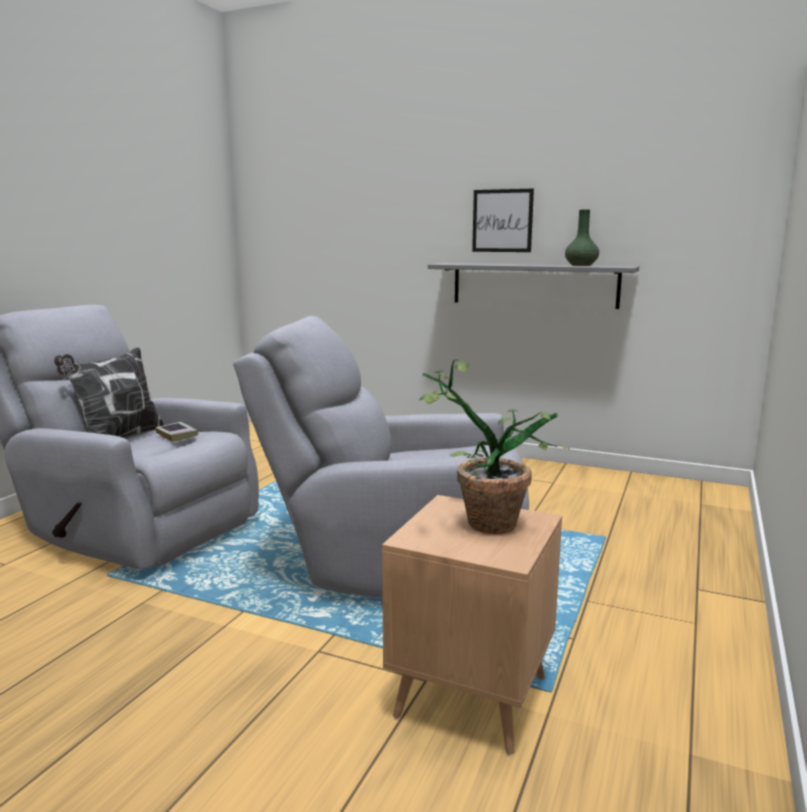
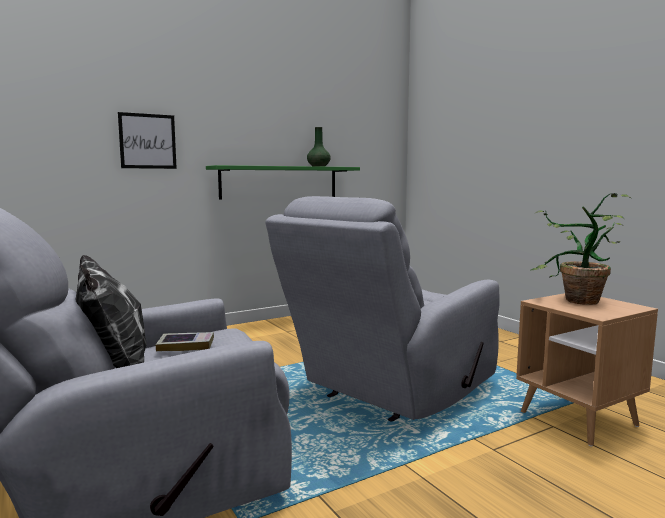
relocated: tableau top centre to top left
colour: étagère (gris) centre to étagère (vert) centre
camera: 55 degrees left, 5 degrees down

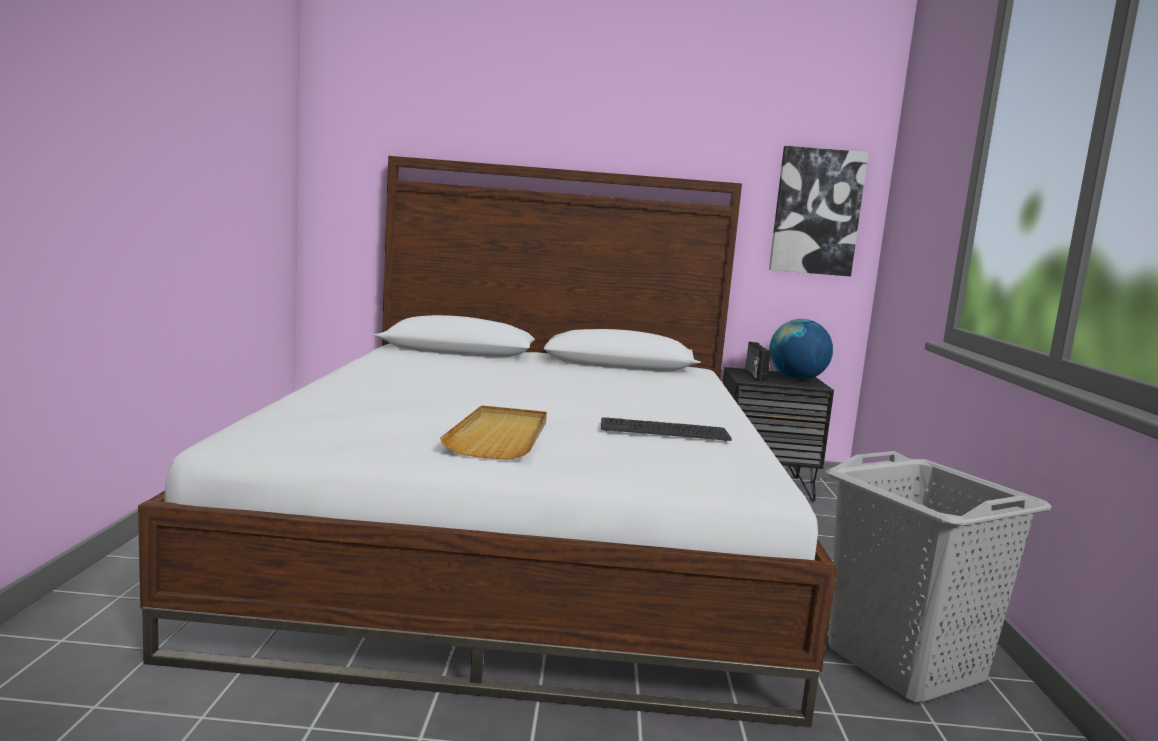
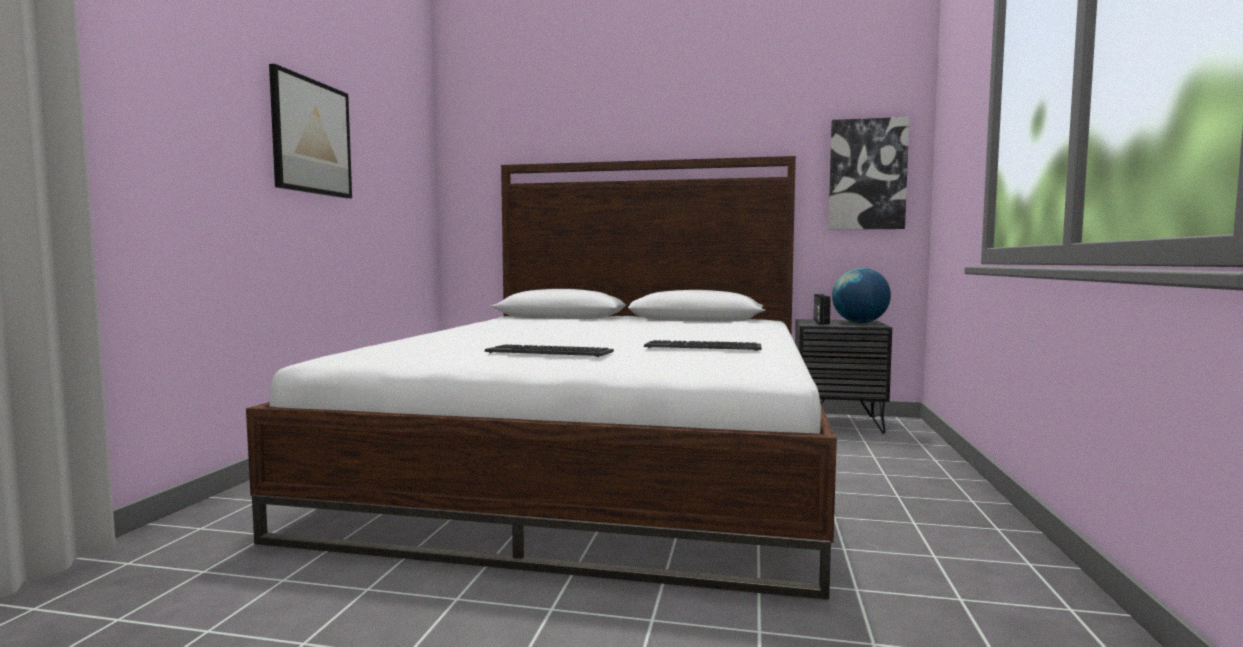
missing: panier à linge (gris) bottom right
appeared: tableau (no. 1 from left) top left
exchanged: plateau (beige) centre to clavier (no. 1 from left) centre
camera: 10 degrees right, 5 degrees down

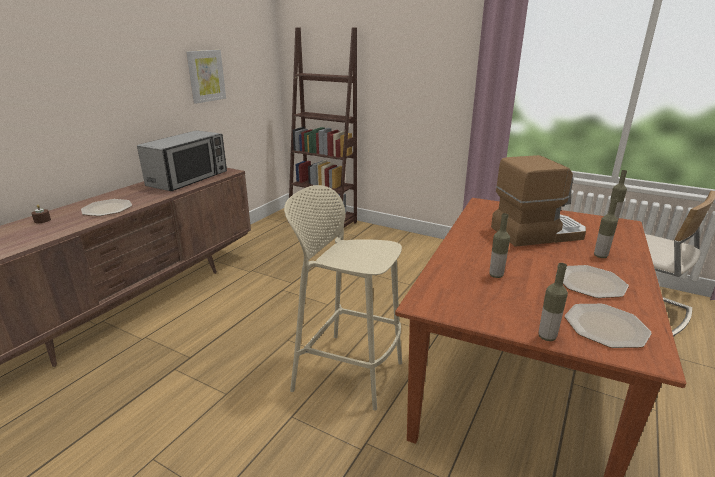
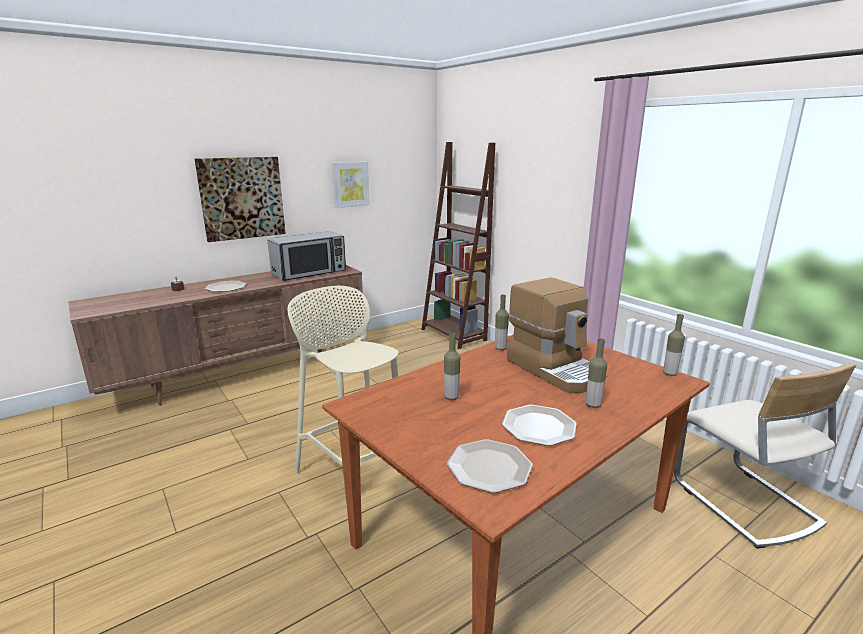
appeared: tableau (no. 1 from left) top left
relocated: bouteille (no. 2 from left) middle right to centre
spun: machine à café middle right = centre 45 degrees clockwise
camera: 25 degrees right, 5 degrees down

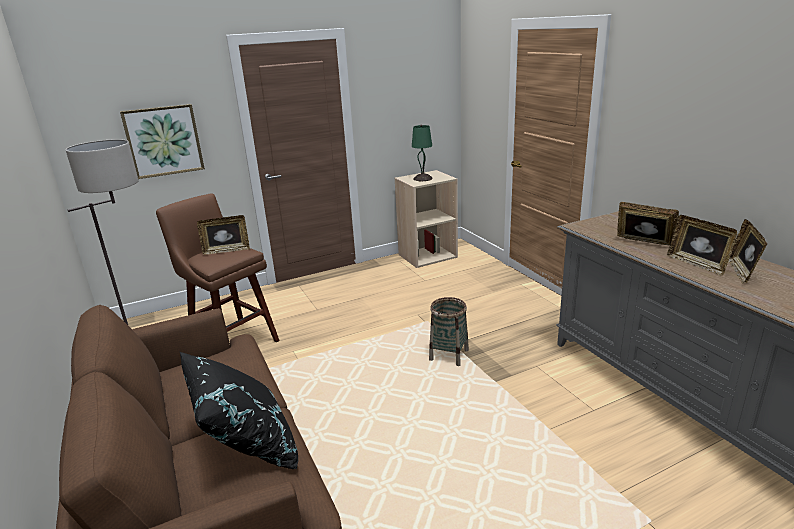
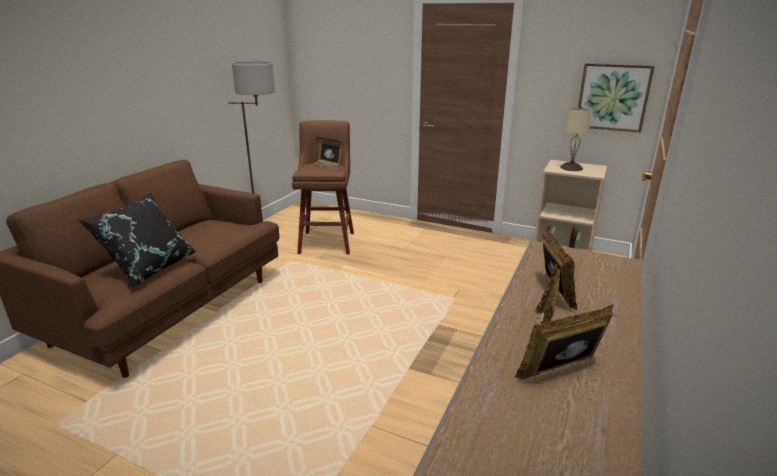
missing: panier centre
relocated: tableau top left to top right
colour: lampe de table (vert) top centre to lampe de table (beige) top right
camera: 50 degrees right, 0 degrees up

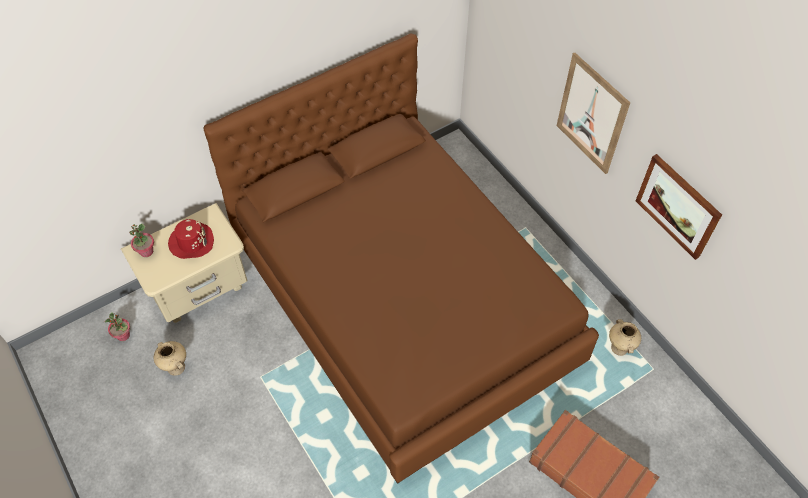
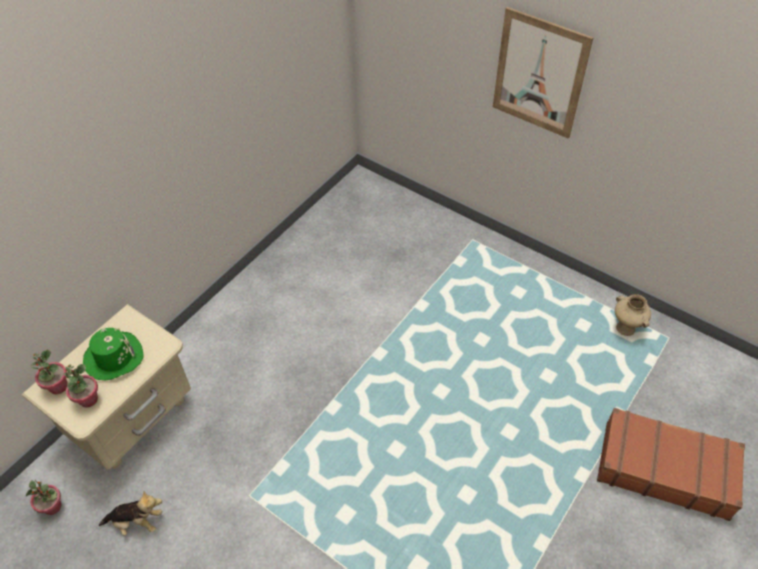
missing: lit (marron) centre; tableau (no. 2 from left) middle right
appeared: plante en pot (no. 3 from left) bottom left
exchanged: vase (beige) (no. 1 from left) bottom left to peluche bottom left
colour: chapeau (rouge) middle left to chapeau (vert) middle left
camera: 20 degrees left, 5 degrees down

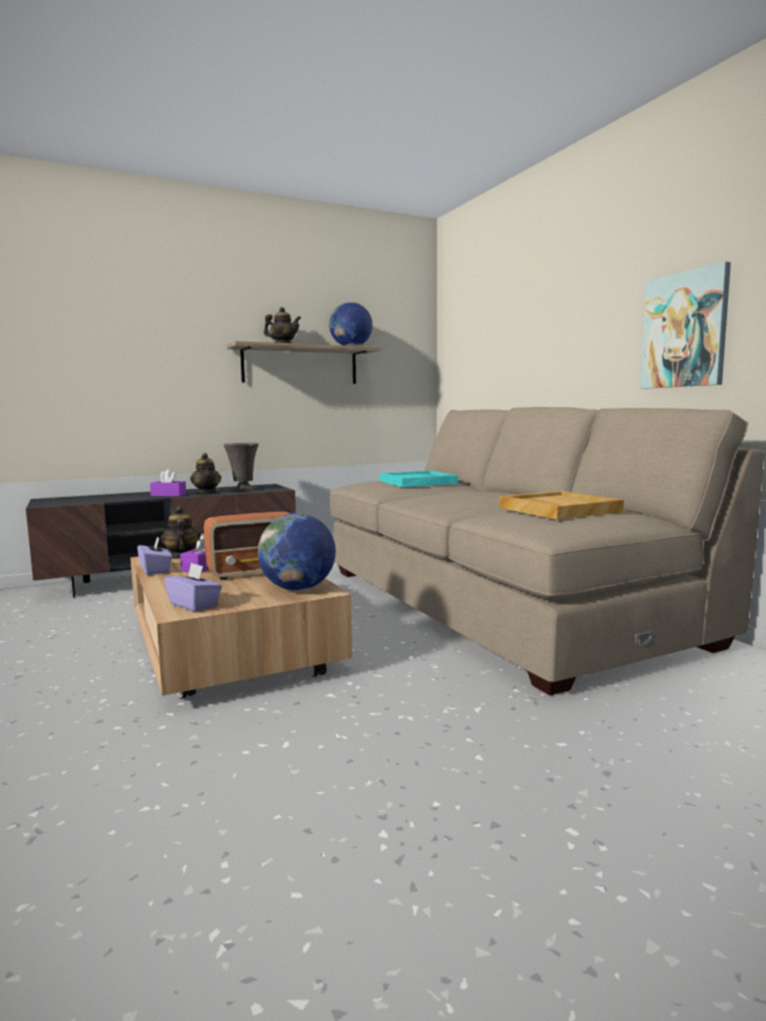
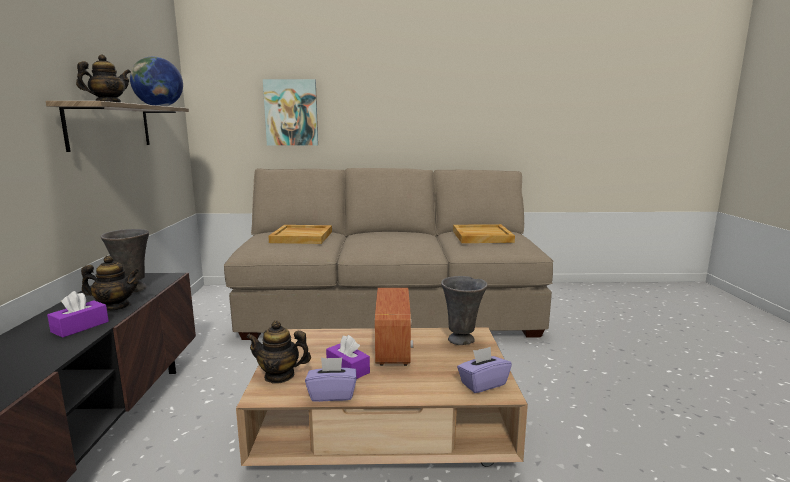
relocated: tableau top right to top centre
exchanged: globe (no. 1 from left) centre to vase (gris) (no. 2 from left) centre
colour: plateau (turquoise) centre to plateau (beige) (no. 1 from left) centre
camera: 65 degrees left, 5 degrees up

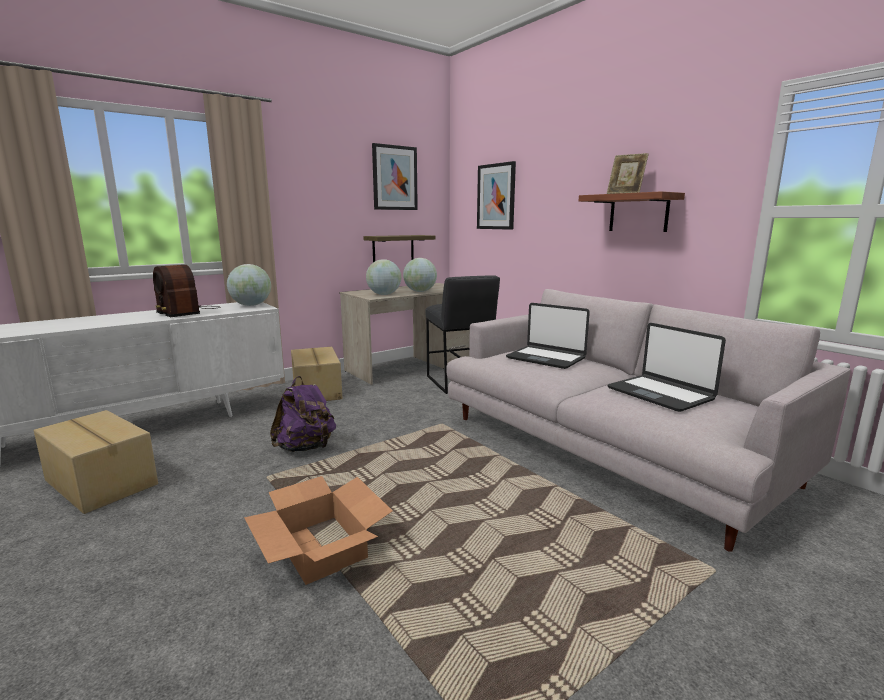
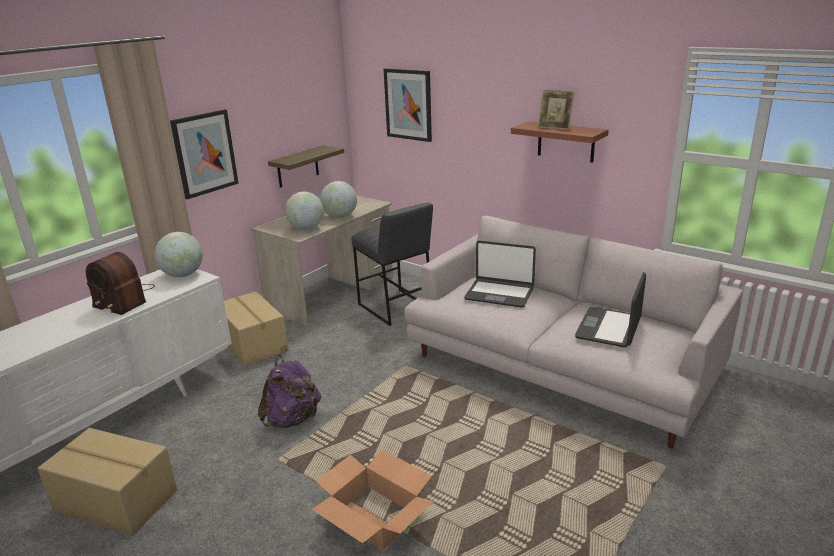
relocated: tableau (no. 1 from left) top centre to top left
spun: ordinateur portable (no. 2 from left) middle right = middle right 75 degrees clockwise
camera: 15 degrees left, 10 degrees up

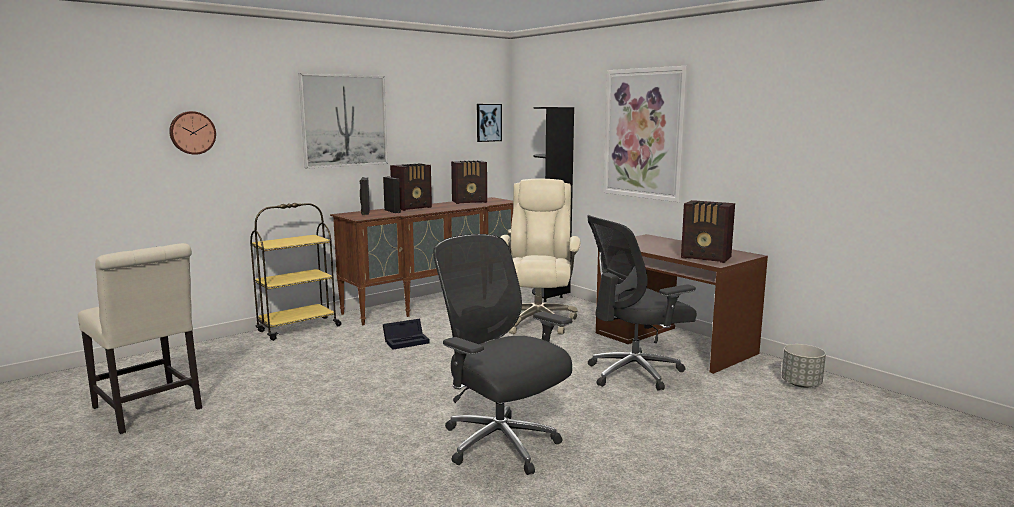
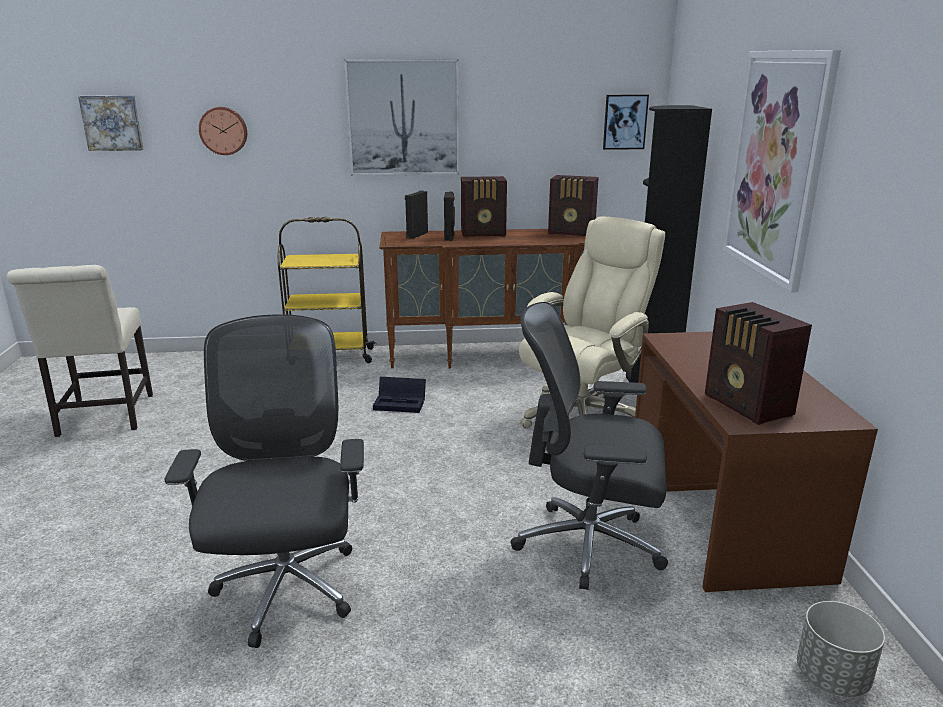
appeared: tableau (no. 1 from left) top left
camera: 35 degrees right, 10 degrees up

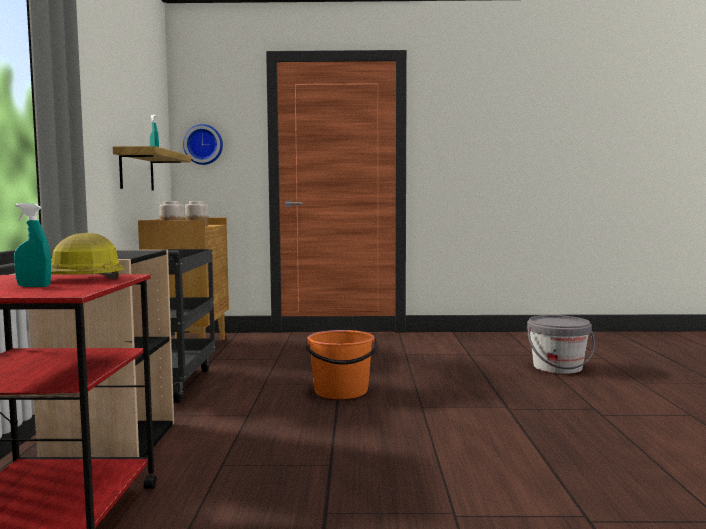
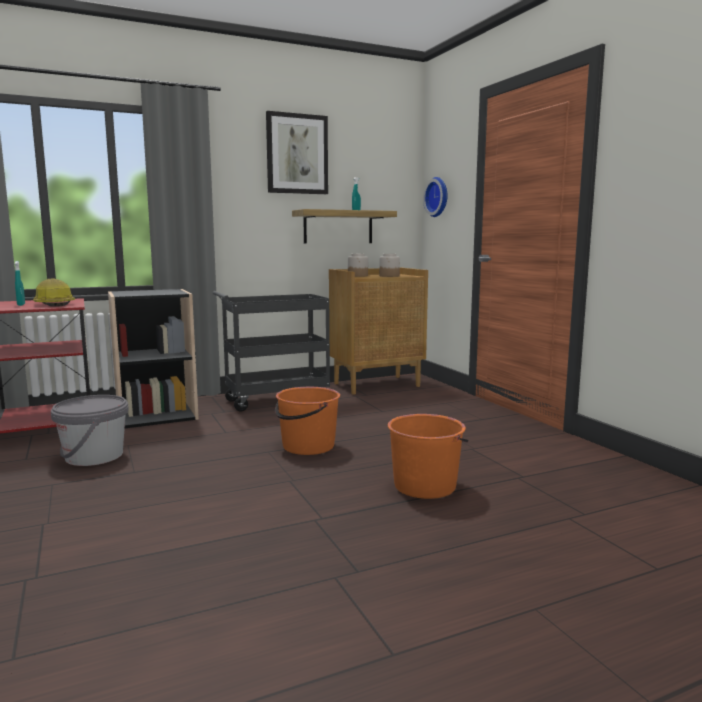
appeared: tableau top centre; seau (orange) (no. 2 from left) centre
relocated: seau (gris) middle right to middle left
camera: 65 degrees right, 5 degrees up

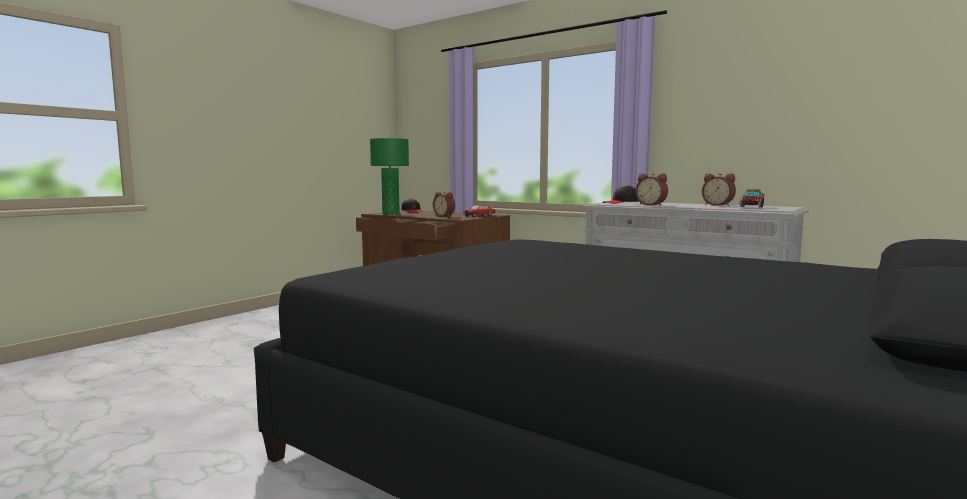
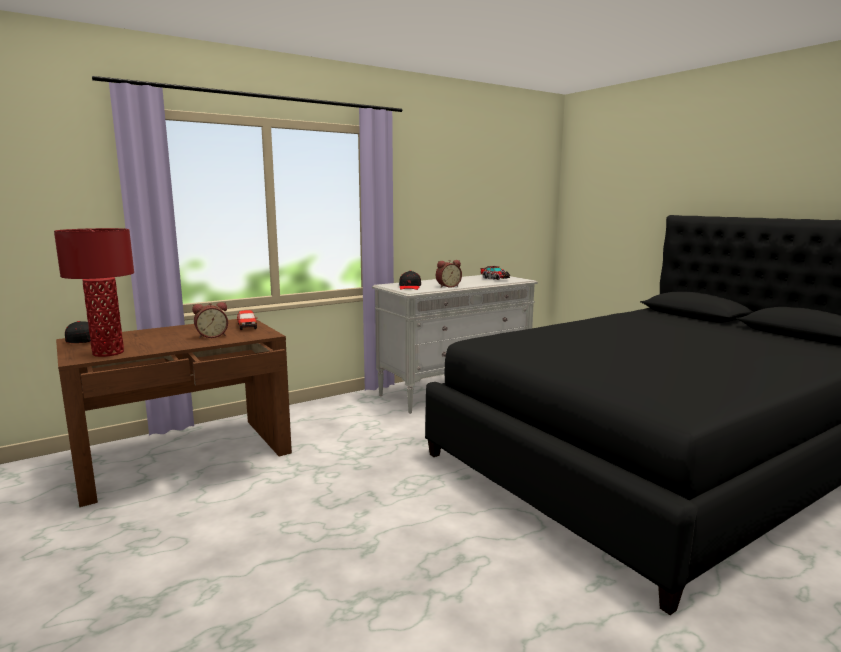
missing: réveil (no. 3 from left) middle right
colour: lampe de table (vert) centre to lampe de table (rouge) middle left
camera: 70 degrees left, 5 degrees up

